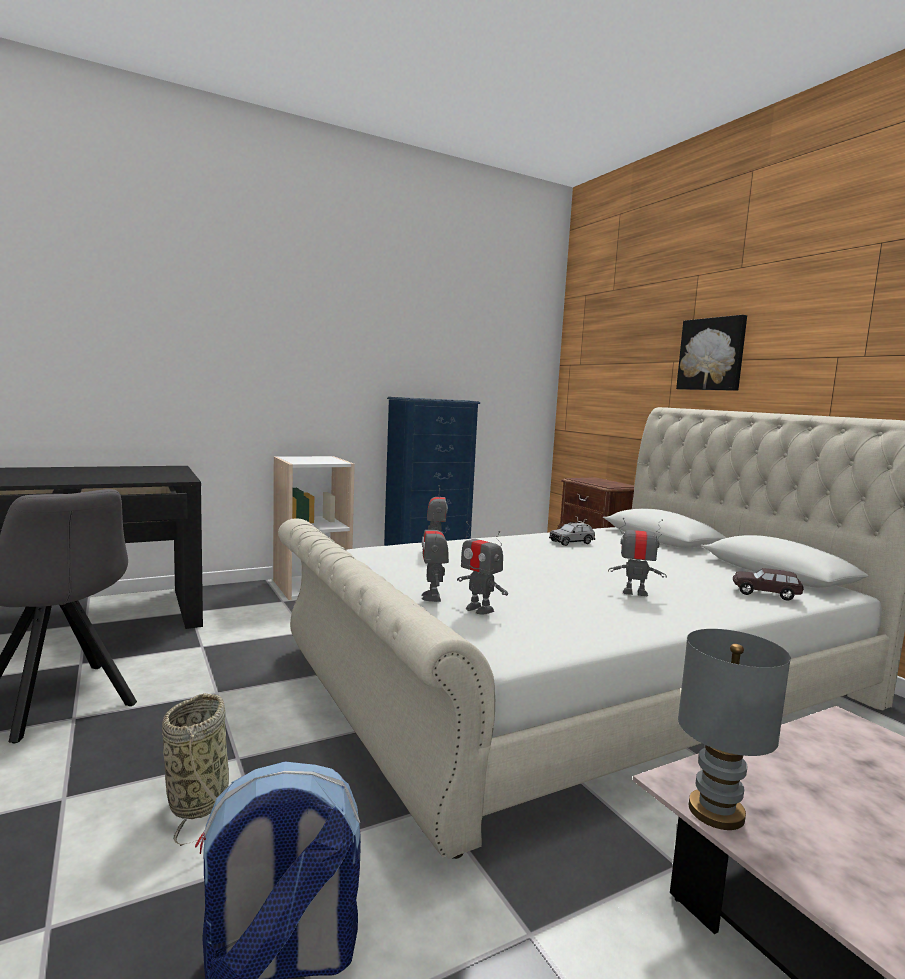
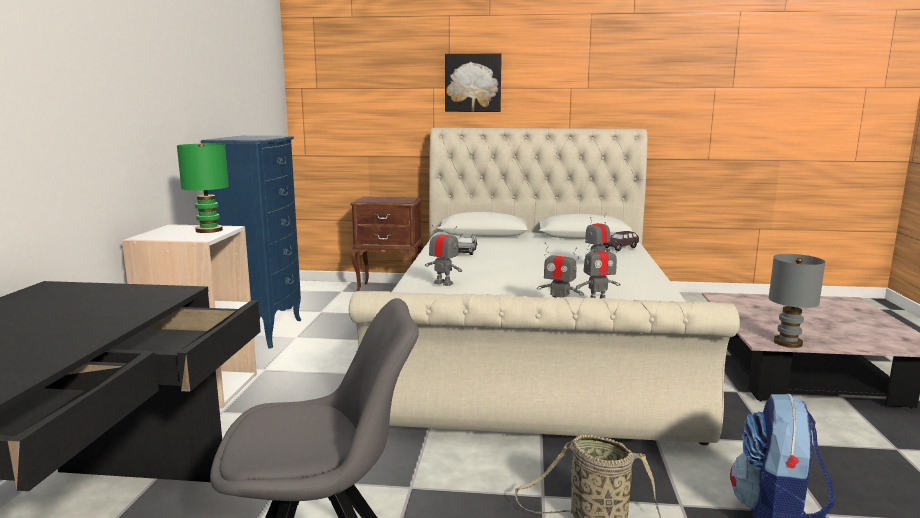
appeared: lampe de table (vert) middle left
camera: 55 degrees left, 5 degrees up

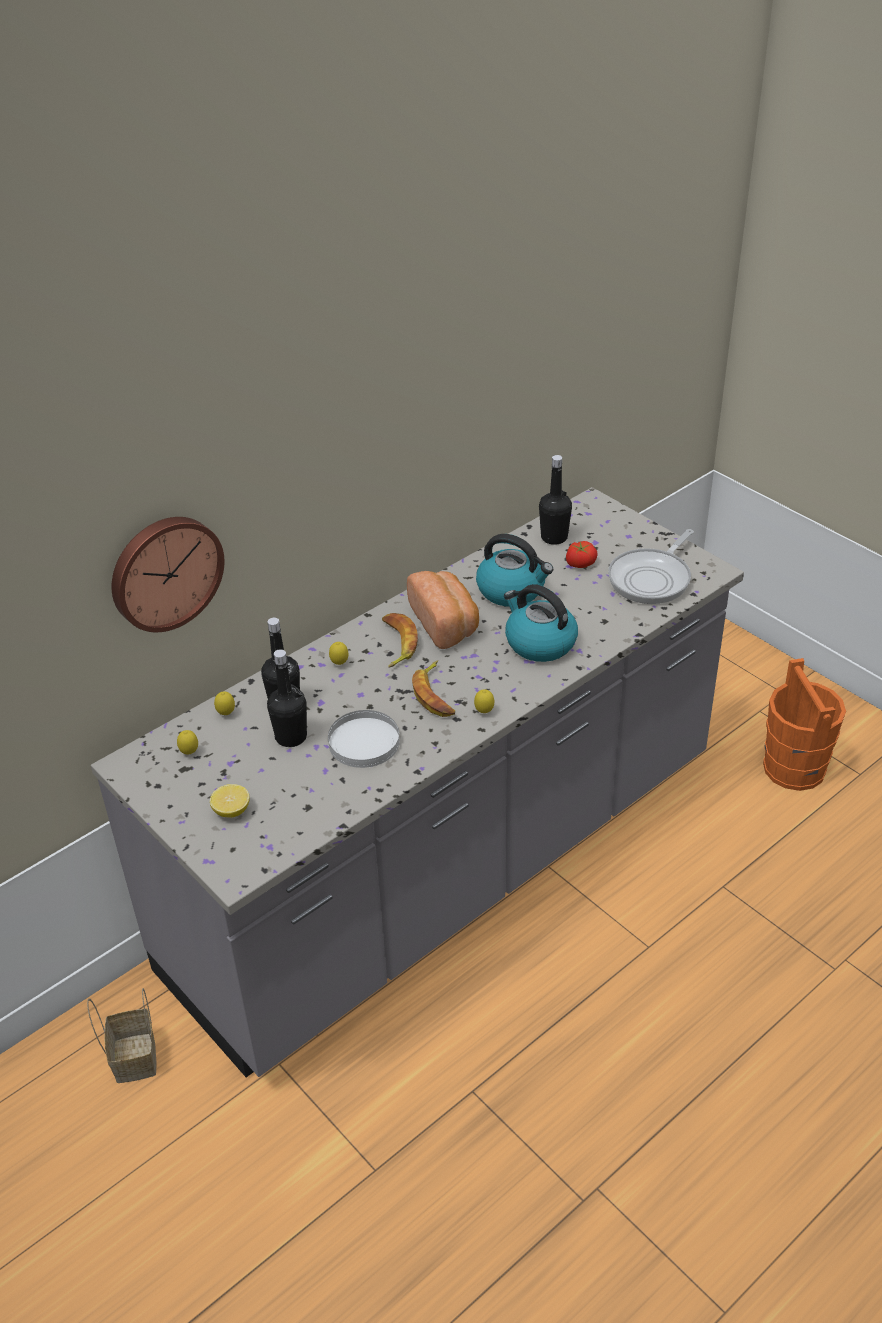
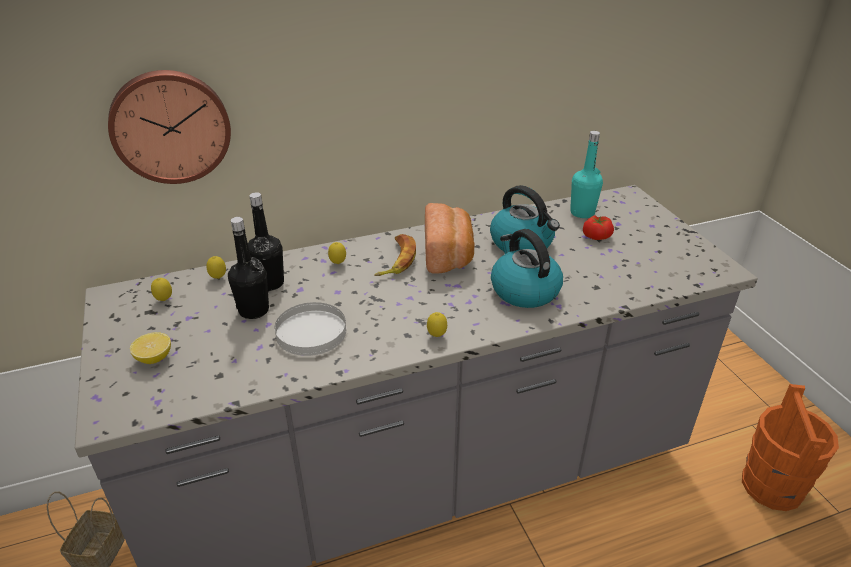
missing: banane (no. 2 from left) centre; poêle middle right
colour: bouteille (noir) (no. 3 from left) centre to bouteille (turquoise) top right
camera: 20 degrees right, 5 degrees down

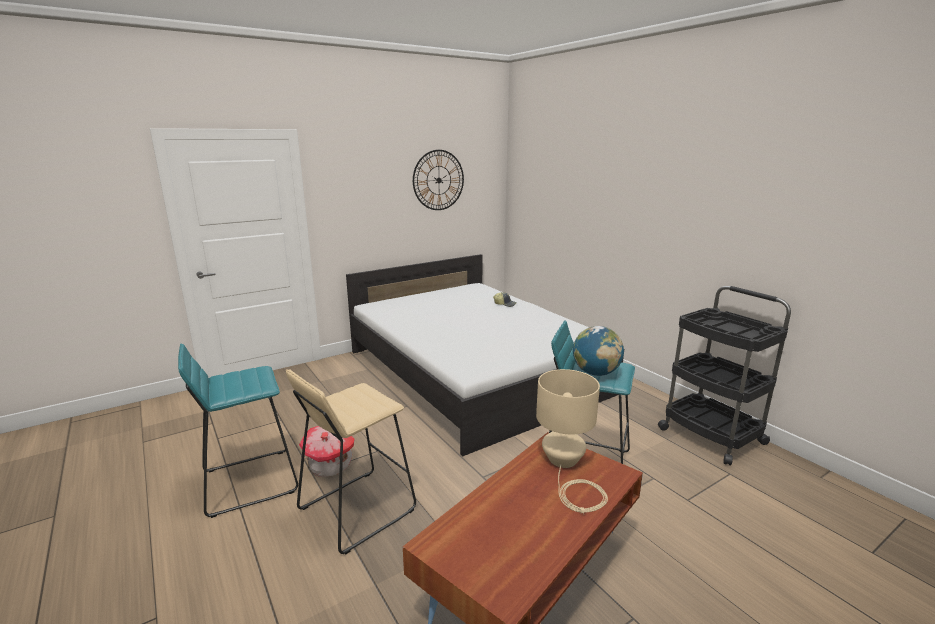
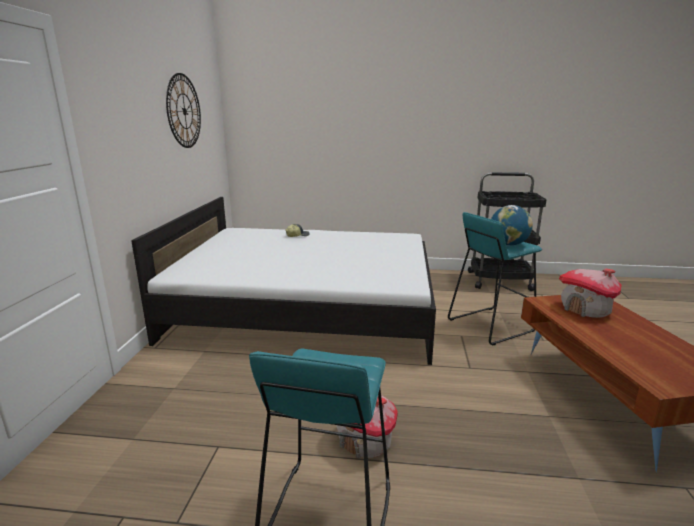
missing: tabouret (beige) bottom centre
exchanged: lampe de table (beige) bottom centre to maison miniature (no. 2 from left) middle right
camera: 50 degrees left, 0 degrees up

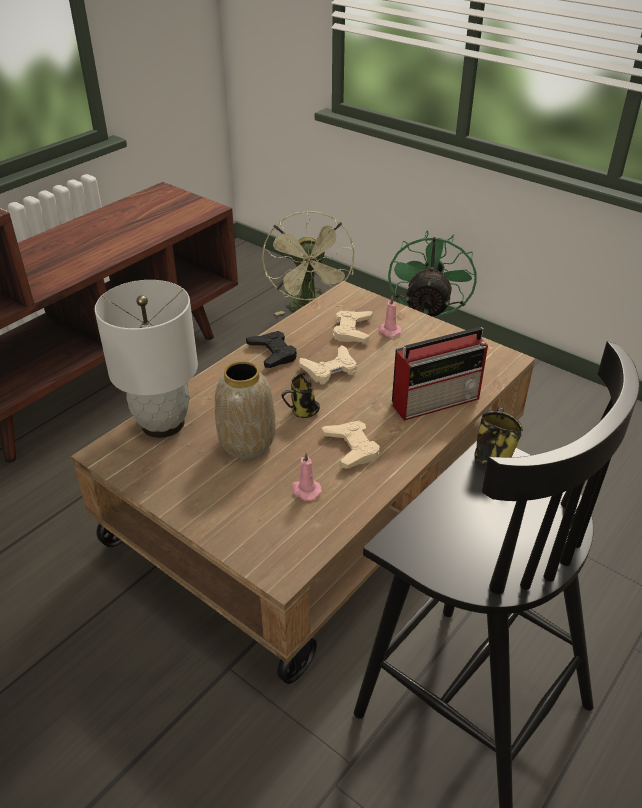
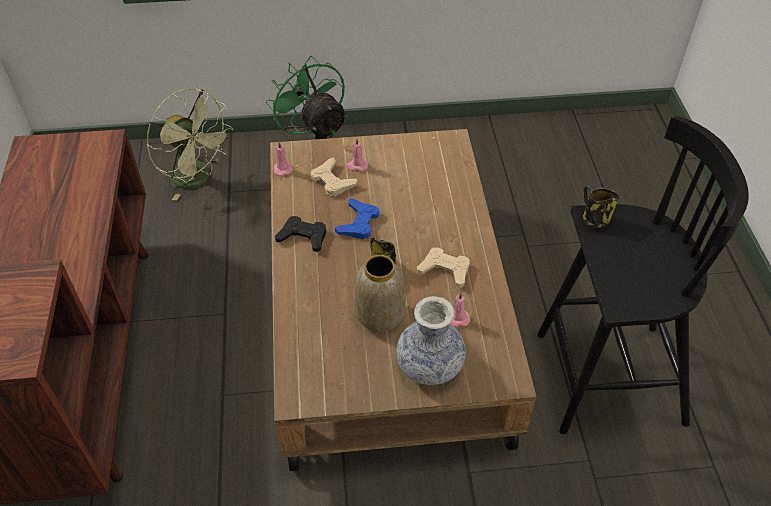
missing: lampe de table (blanc) middle left; radio middle right
appeared: bougie (rose) (no. 1 from left) top centre; vase (no. 2 from left) bottom centre
colour: manette (beige) (no. 1 from left) centre to manette (bleu) centre
camera: 45 degrees left, 10 degrees up

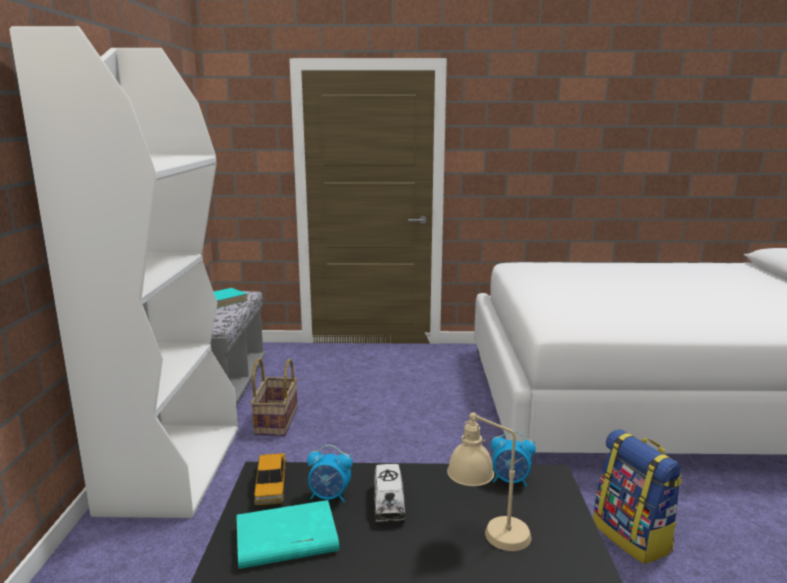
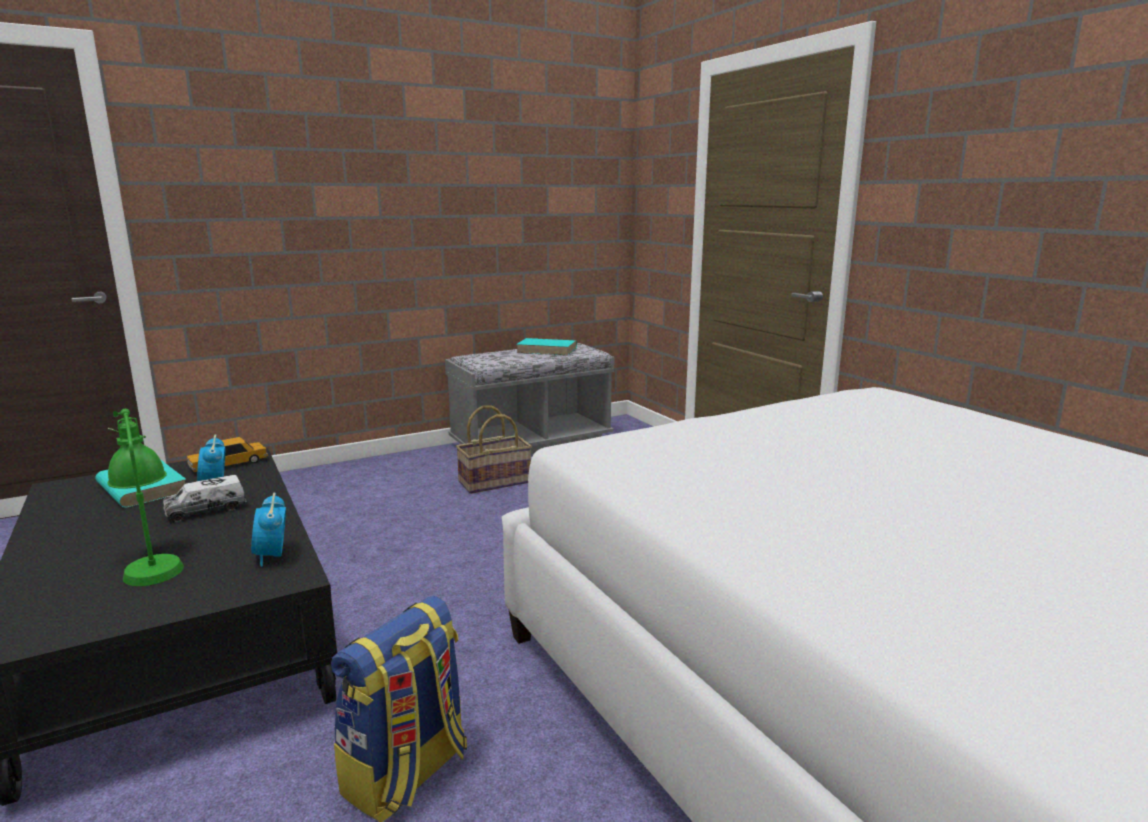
missing: bibliothèque (blanc) middle left
colour: lampe de table (beige) bottom centre to lampe de table (vert) middle left
camera: 60 degrees right, 0 degrees up

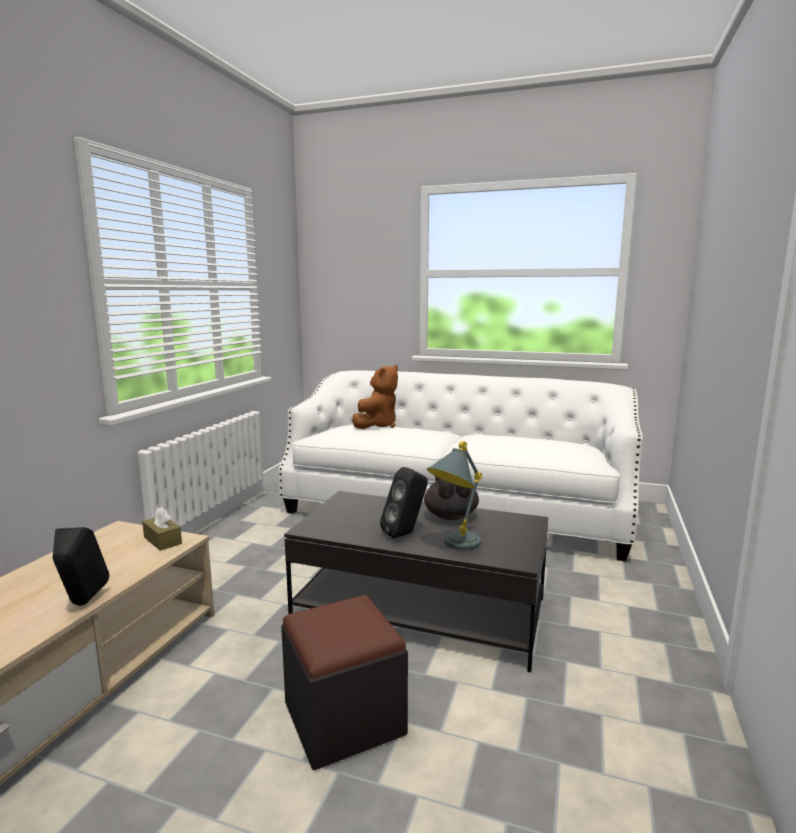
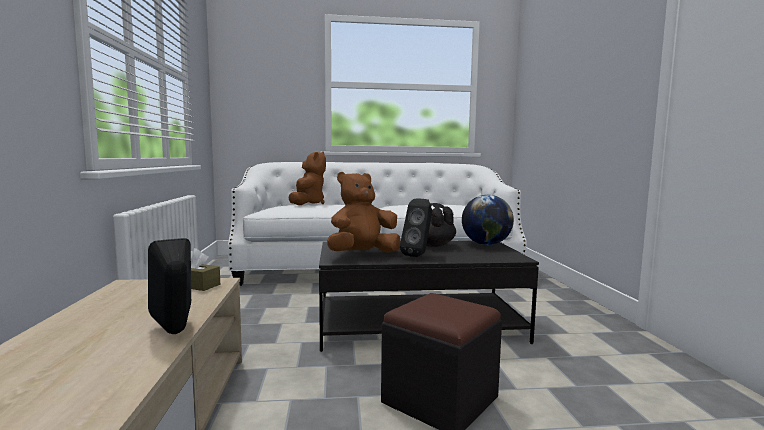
missing: lampe de table (gris) centre
appeared: peluche (marron) (no. 2 from left) centre; globe centre
camera: 25 degrees left, 5 degrees down

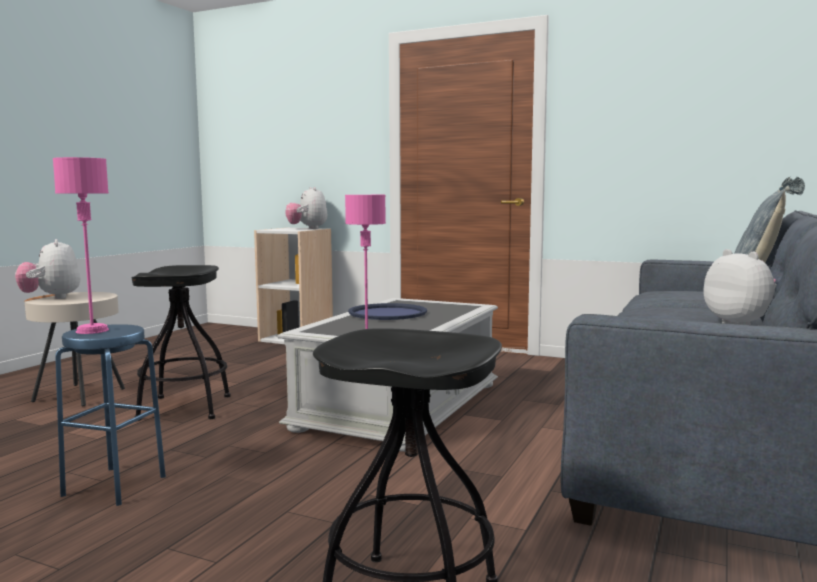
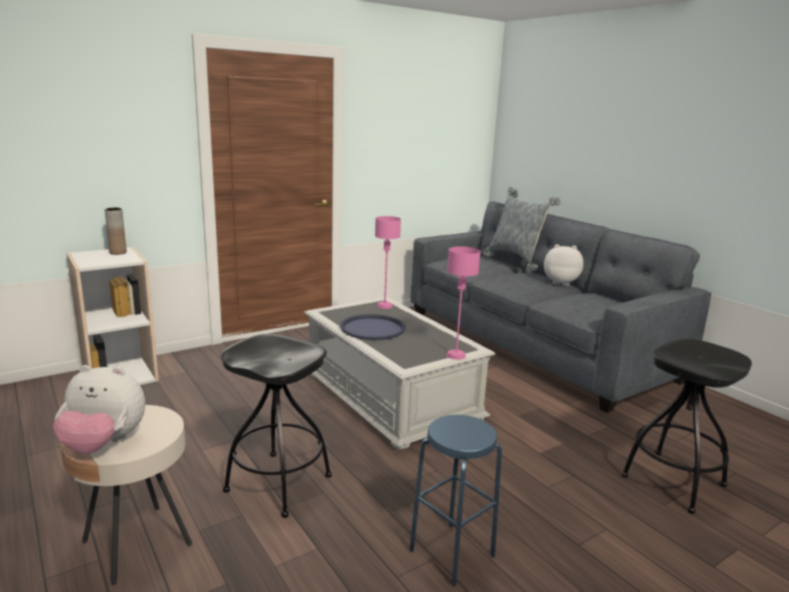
relocated: lampe de table (rose) (no. 1 from left) middle left to centre
exchanged: peluche (no. 2 from left) centre to vase (marron) middle left
camera: 60 degrees left, 10 degrees up

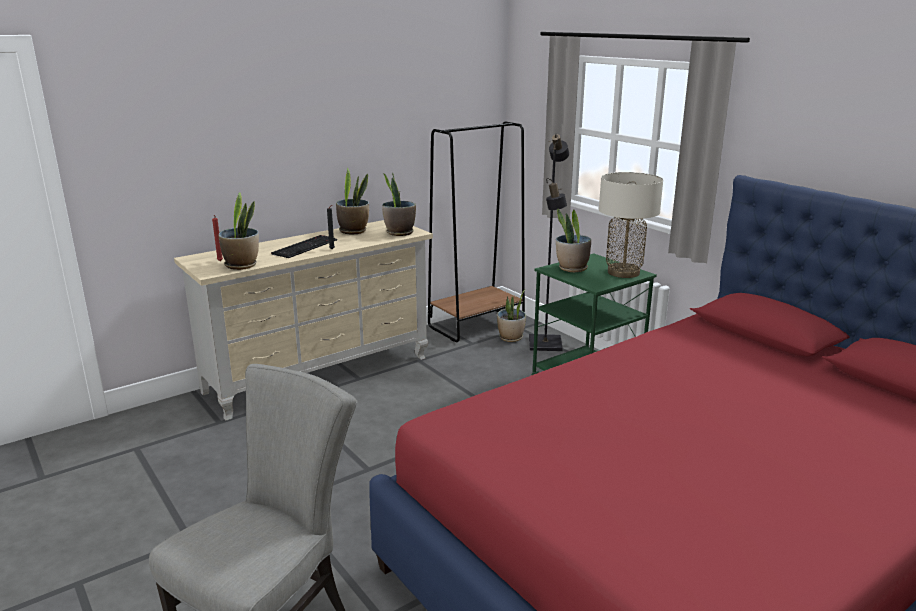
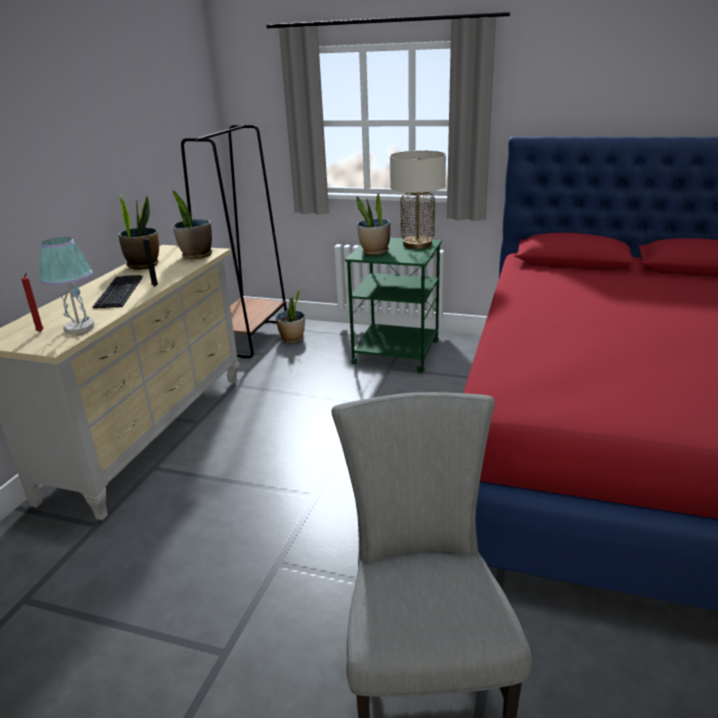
missing: lampadaire (noir) centre
exchanged: plante en pot (no. 1 from left) middle left to lampe de table (no. 1 from left) middle left
camera: 35 degrees left, 5 degrees up

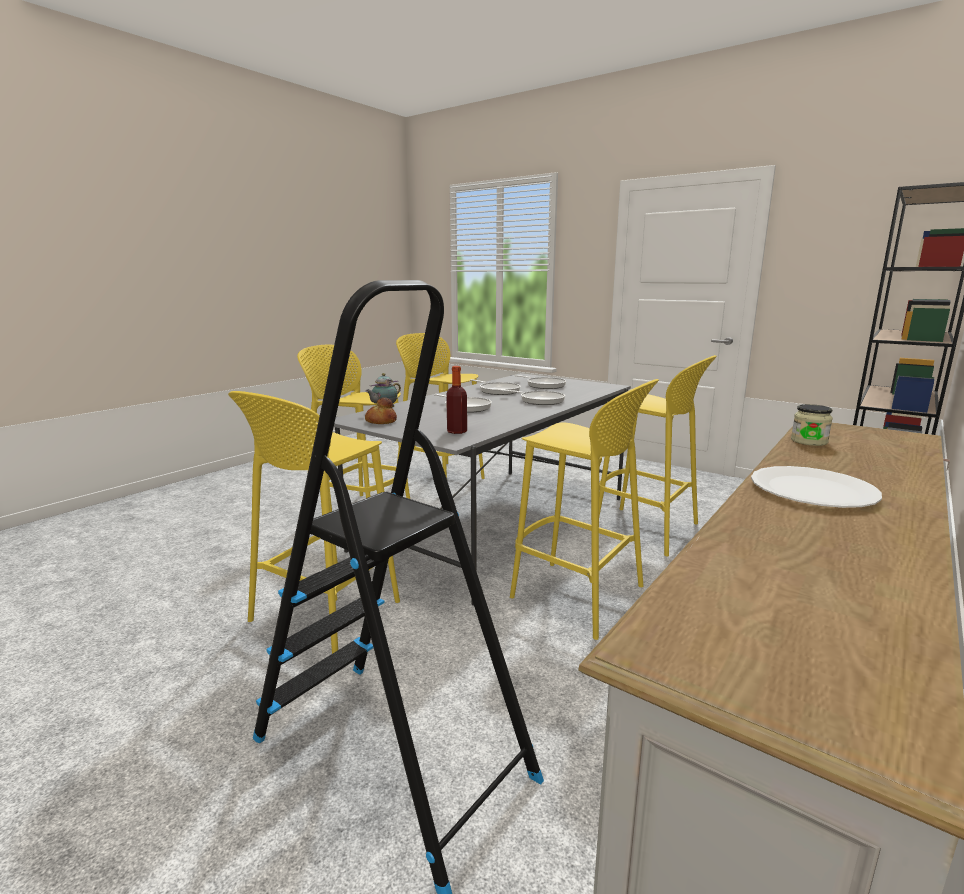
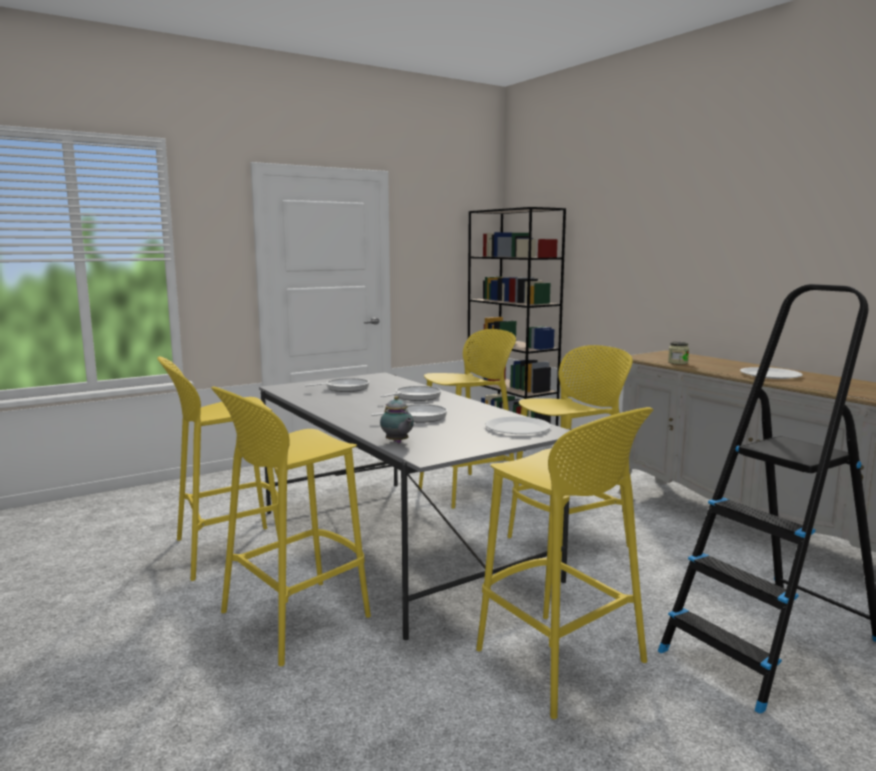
missing: pain centre; poêle (no. 2 from left) centre
exchanged: bouteille centre to assiette (blanc) (no. 1 from left) centre
camera: 70 degrees left, 5 degrees down

